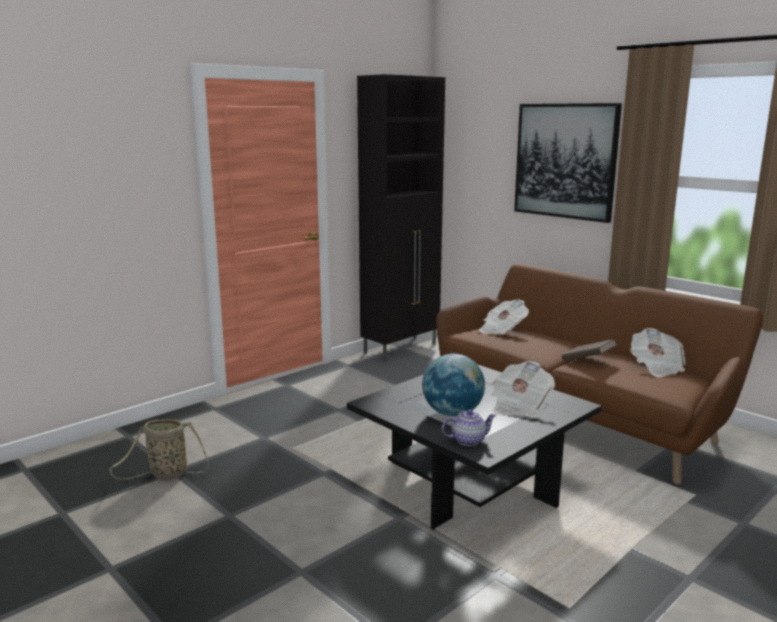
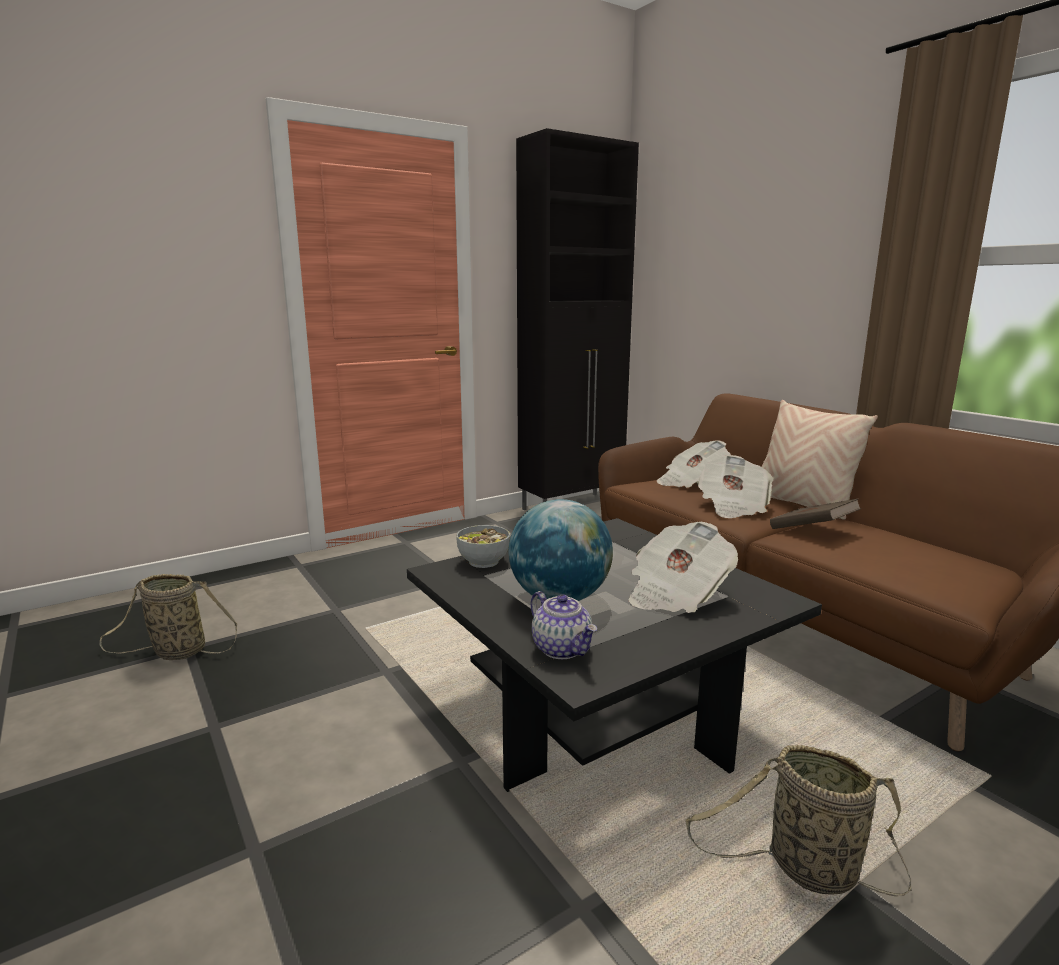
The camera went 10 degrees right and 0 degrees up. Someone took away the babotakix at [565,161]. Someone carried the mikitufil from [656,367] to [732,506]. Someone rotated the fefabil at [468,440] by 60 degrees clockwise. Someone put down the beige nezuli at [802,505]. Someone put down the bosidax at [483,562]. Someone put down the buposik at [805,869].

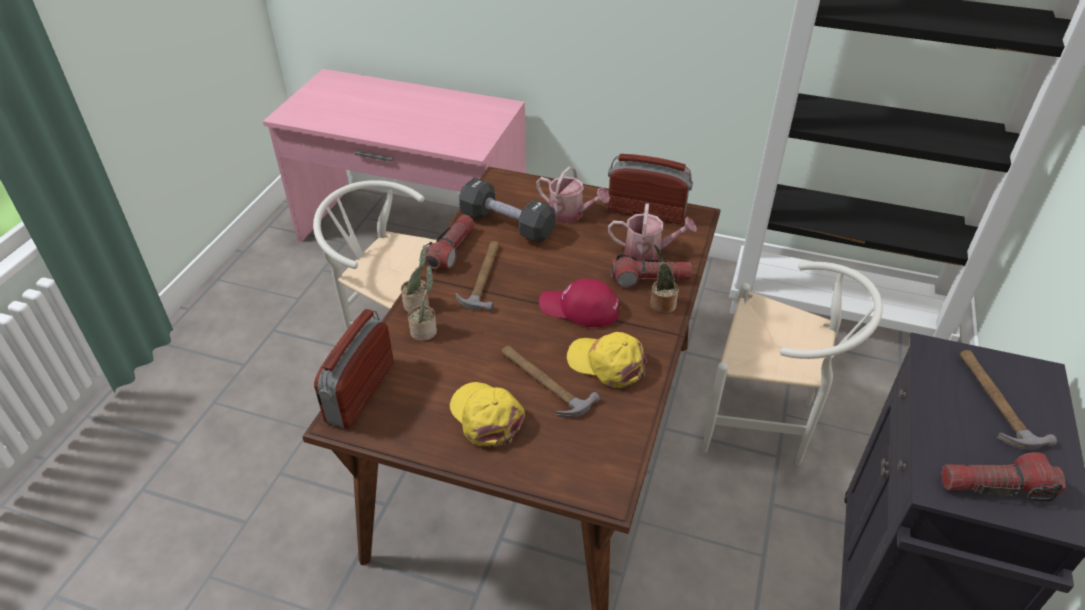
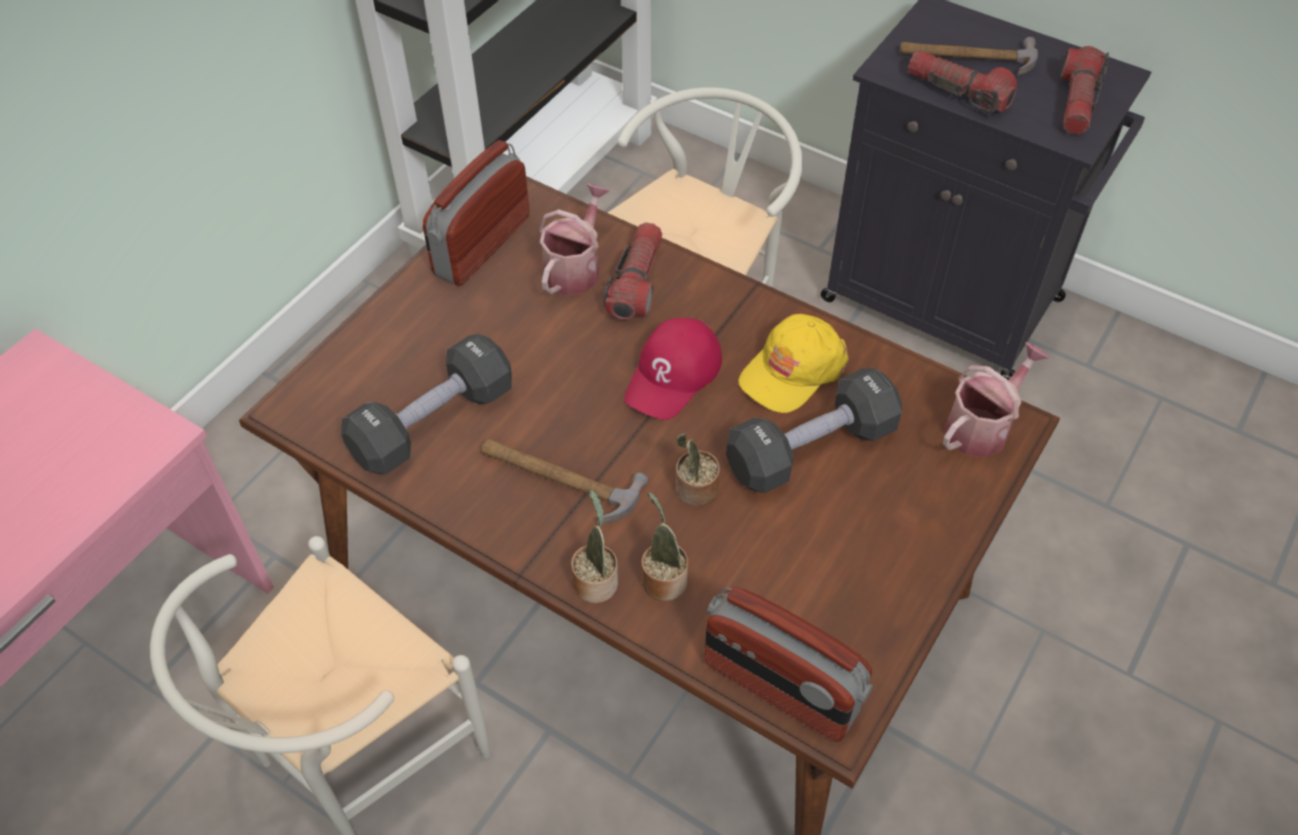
The camera went 75 degrees left and 10 degrees up. Someone carried the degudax from [570,214] to [982,426]. Someone carried the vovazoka from [451,250] to [958,92]. Someone carried the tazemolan from [661,304] to [694,491]. Someone swapped the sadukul at [543,382] for the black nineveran at [811,449]. Someone took away the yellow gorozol at [486,416].

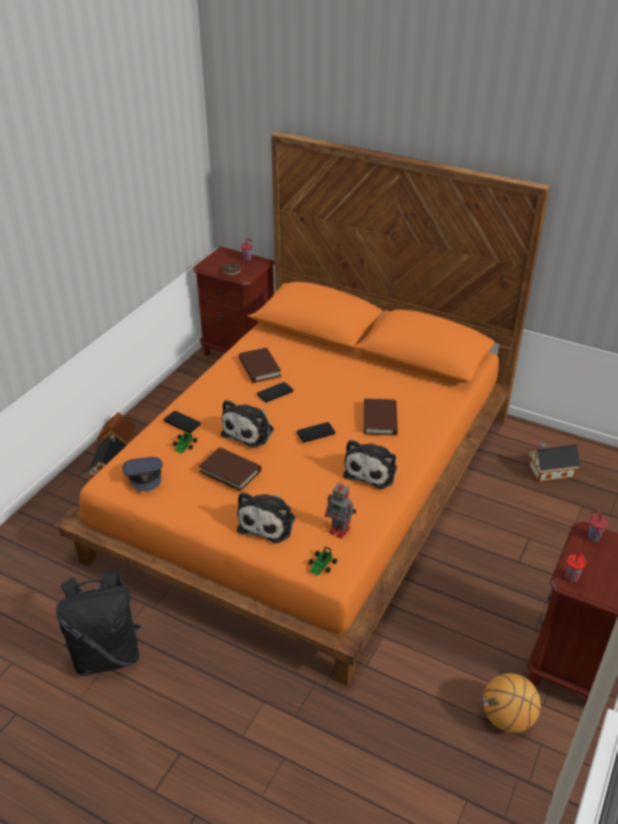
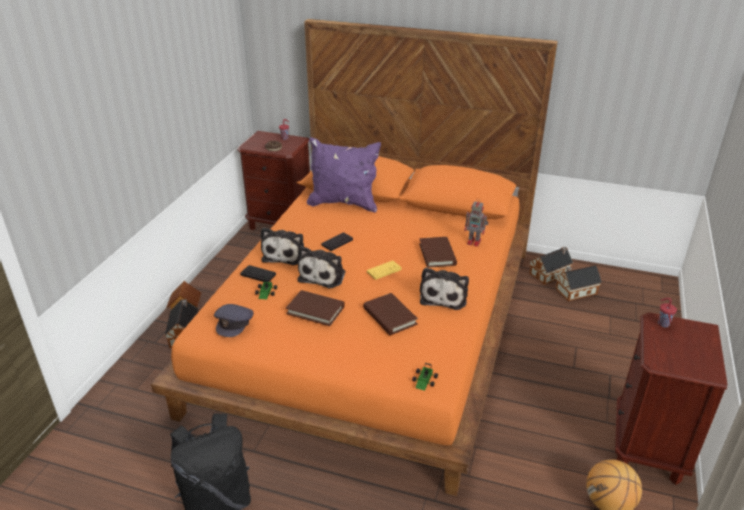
The camera went 10 degrees left and 5 degrees down. Someone carried the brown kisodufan from [259,367] to [390,316]. Someone repainted the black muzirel at [315,433], which became the yellow muzirel at [384,270]. Someone rotated the grey gorozol at [144,475] by 45 degrees clockwise. Someone carried the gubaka from [340,530] to [474,242]. Someone carried the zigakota from [268,522] to [285,254]. Someone took away the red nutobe at [572,578]. Someone put down the purple nezuli at [343,203]. Someone put down the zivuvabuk at [550,274].

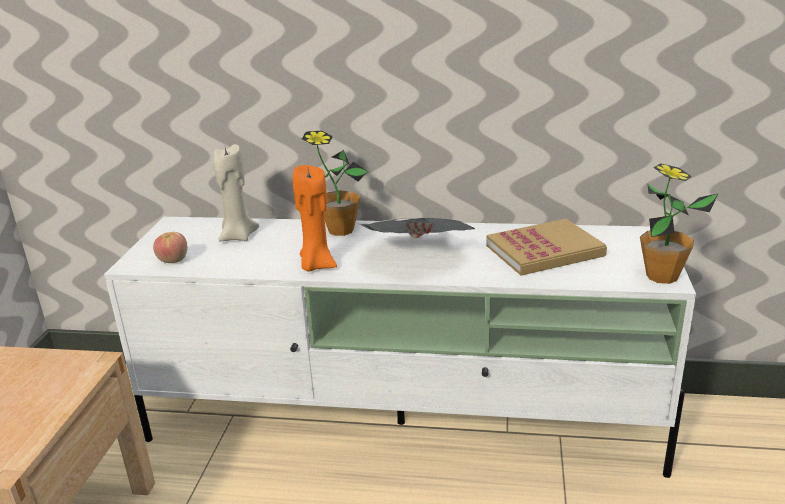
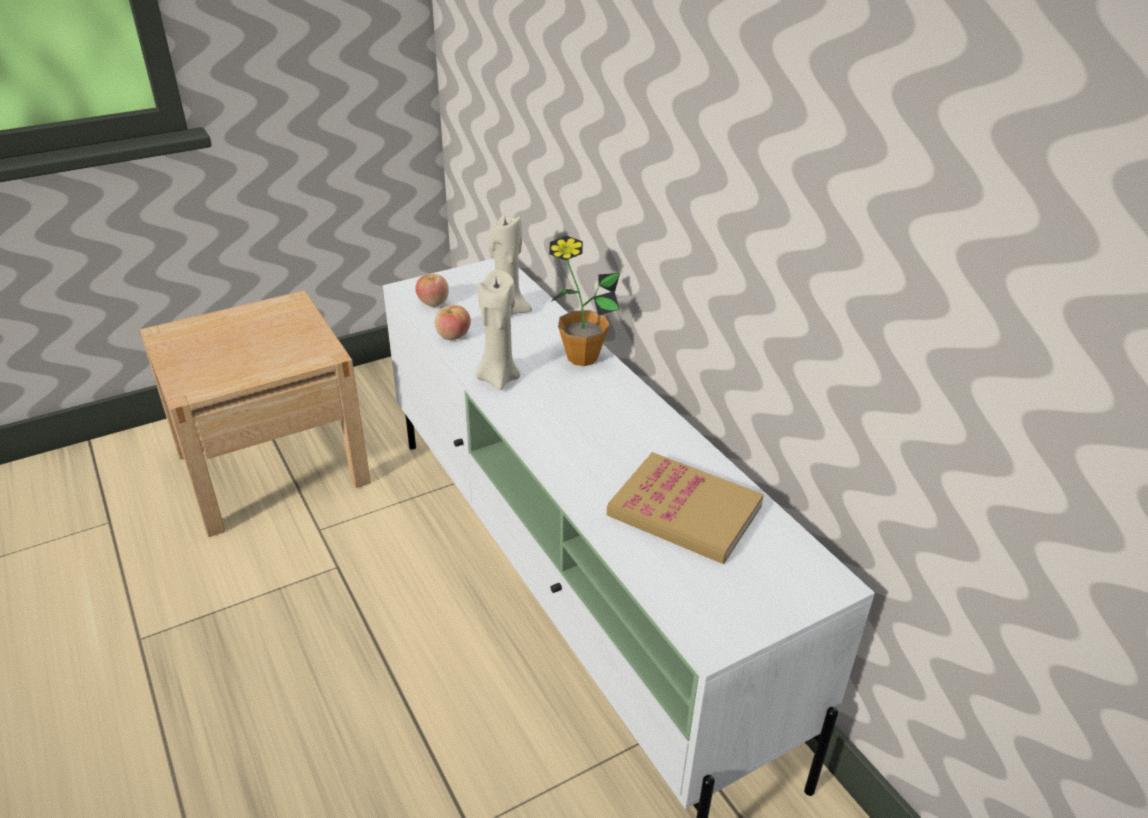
The camera went 50 degrees right and 10 degrees up. Someone took away the tazemolan at [661,276]. Someone repainted the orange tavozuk at [316,265], which became the beige tavozuk at [498,378]. Someone took away the mikitufil at [418,255]. Someone put down the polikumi at [453,336].

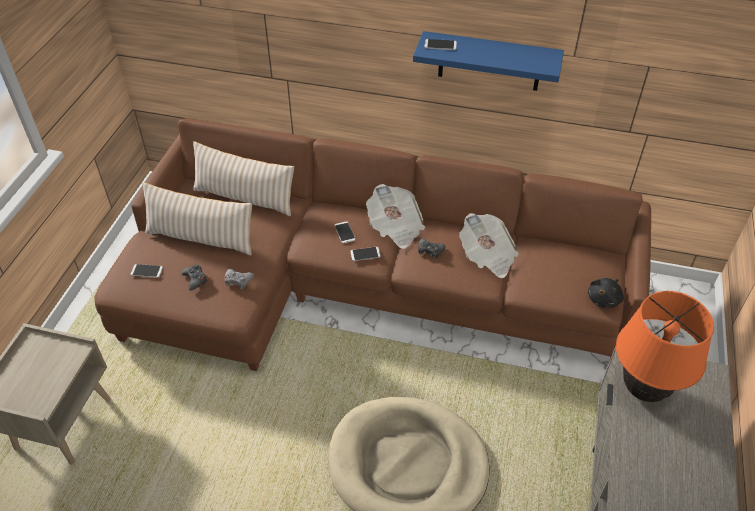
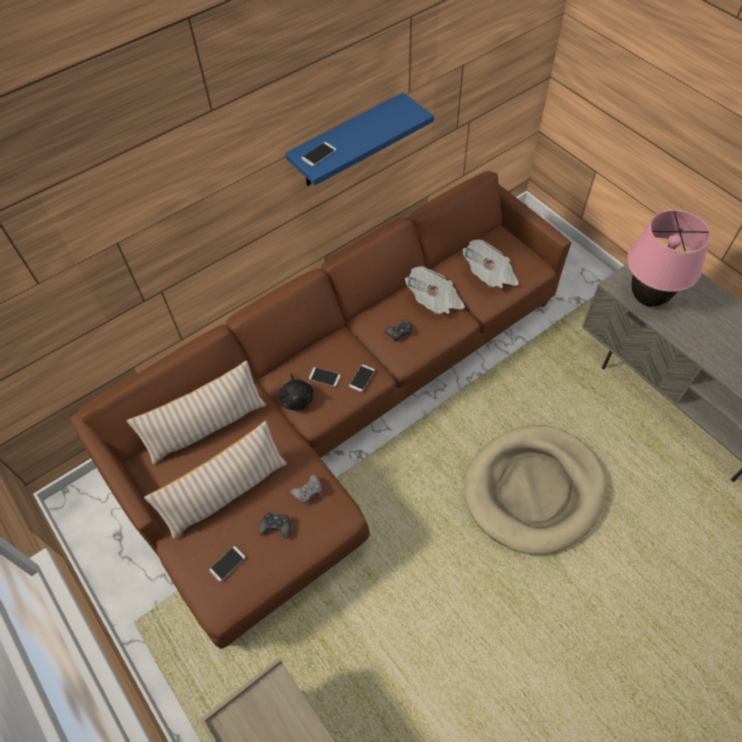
The camera went 50 degrees left and 10 degrees up. Someone carried the mikitufil from [395,227] to [489,275]. Someone carried the black zigakota from [604,299] to [297,398]. Someone repainted the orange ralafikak at [644,390], which became the pink ralafikak at [647,298].

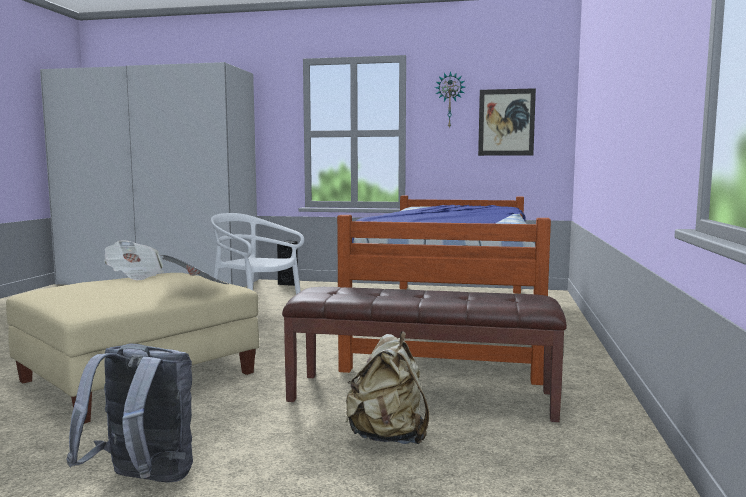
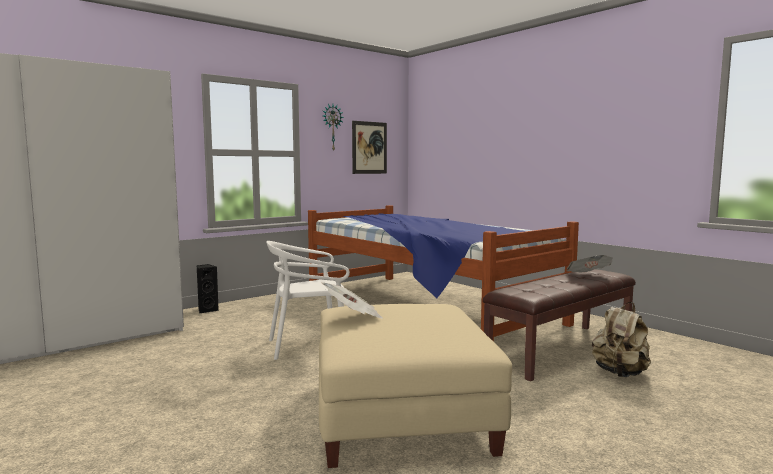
The camera went 50 degrees left and 0 degrees up. Someone carried the mikitufil from [196,287] to [588,276]. Someone took away the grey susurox at [142,482].

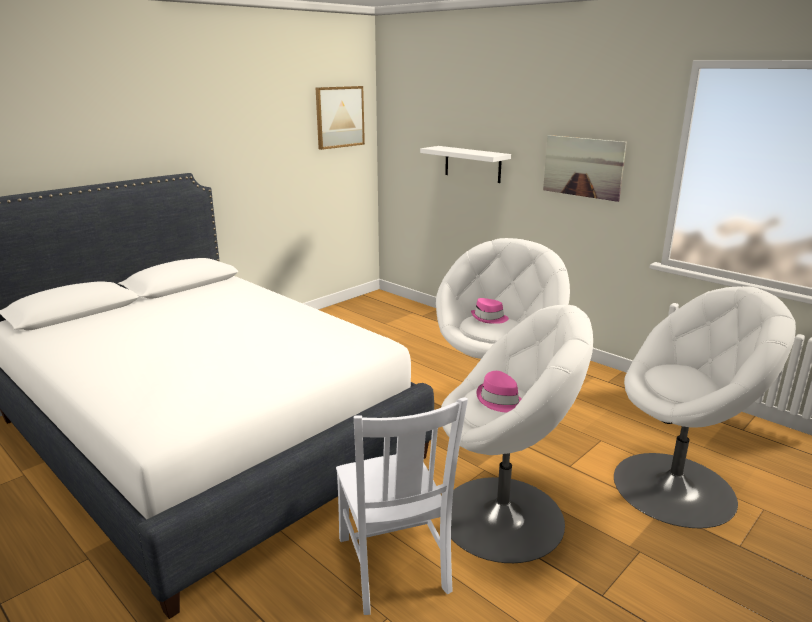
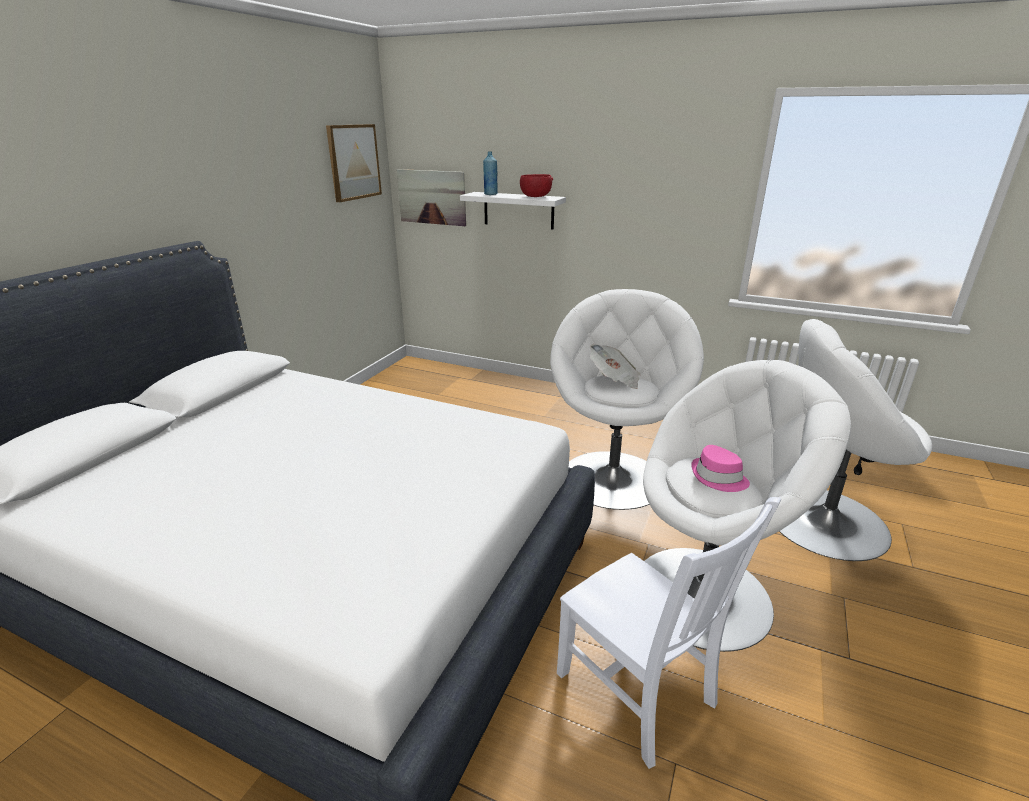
The camera went 20 degrees left and 5 degrees up. Someone carried the babotakix from [583,167] to [432,197]. Someone rotated the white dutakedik at [676,488] by 150 degrees counterclockwise. Someone swapped the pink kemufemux at [489,318] for the mikitufil at [614,379]. Someone put down the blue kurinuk at [490,194]. Someone put down the red bosidax at [535,197].

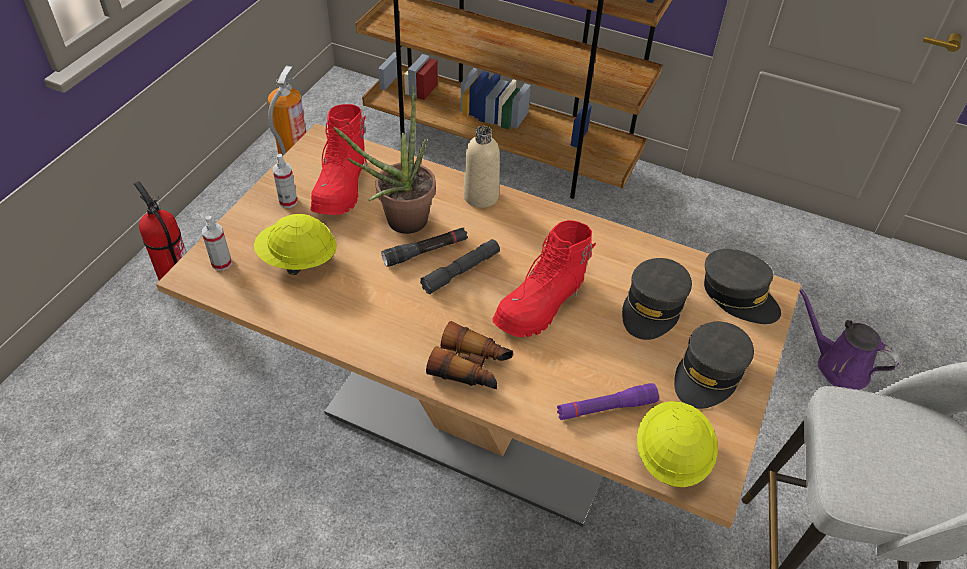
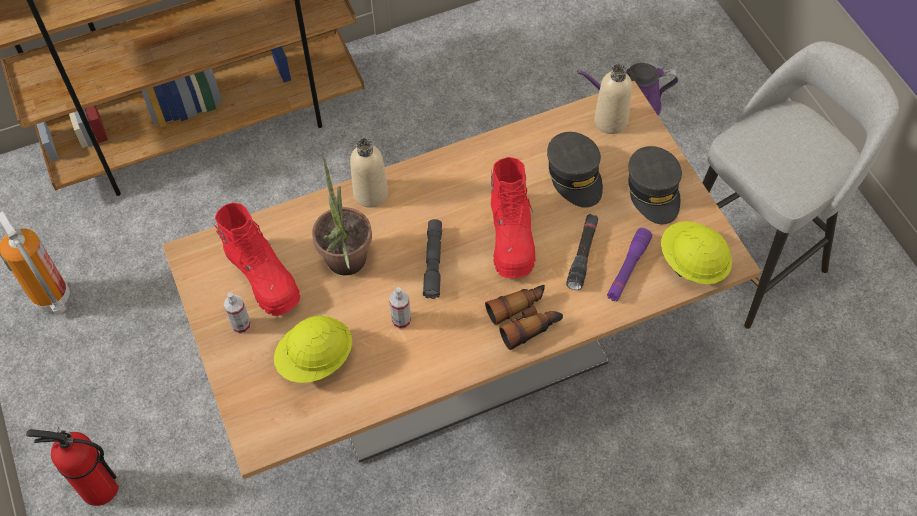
The camera went 45 degrees left and 10 degrees up. Someone carried the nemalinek from [221,263] to [401,320]. Someone carried the black vovazoka from [425,251] to [582,255]. Someone swapped the grey gorozol at [738,295] for the beige kurinuk at [610,121].

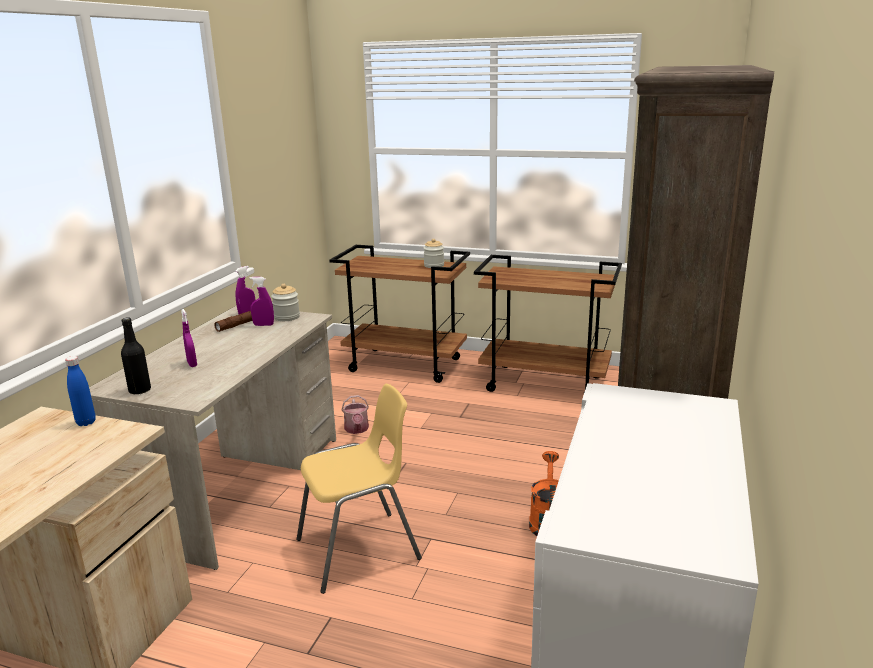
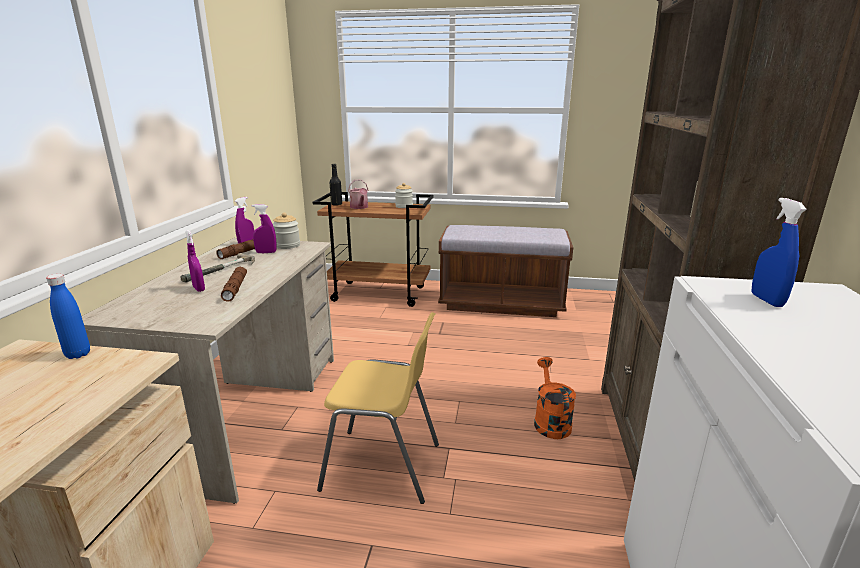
The camera went 10 degrees left and 0 degrees up. Someone swapped the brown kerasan at [545,384] for the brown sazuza at [501,303]. Someone carried the black kurinuk from [140,390] to [336,204]. Someone rotated the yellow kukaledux at [360,550] by 45 degrees clockwise. Someone carried the degudax from [357,429] to [359,207]. Someone put down the blue nemalinek at [766,300]. Someone put down the sadukul at [222,271]. Someone put down the brown vovazoka at [235,288].

